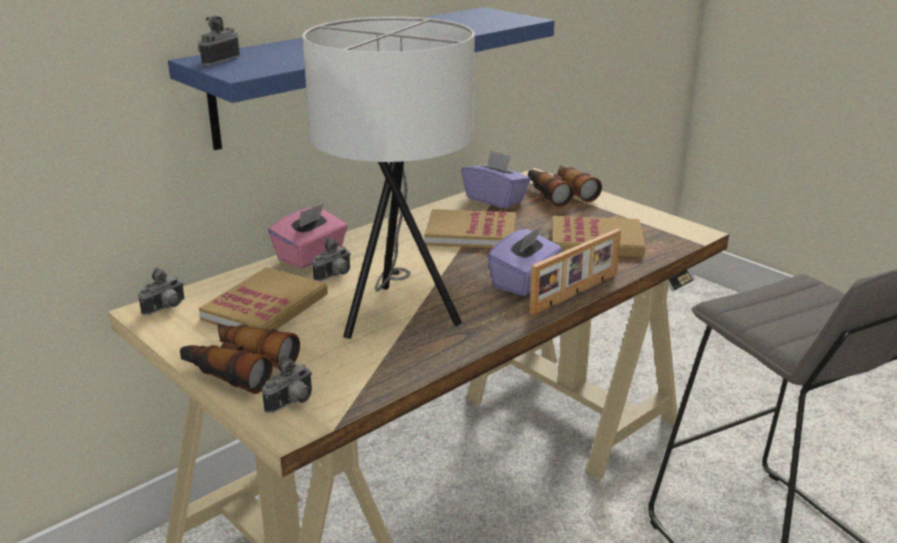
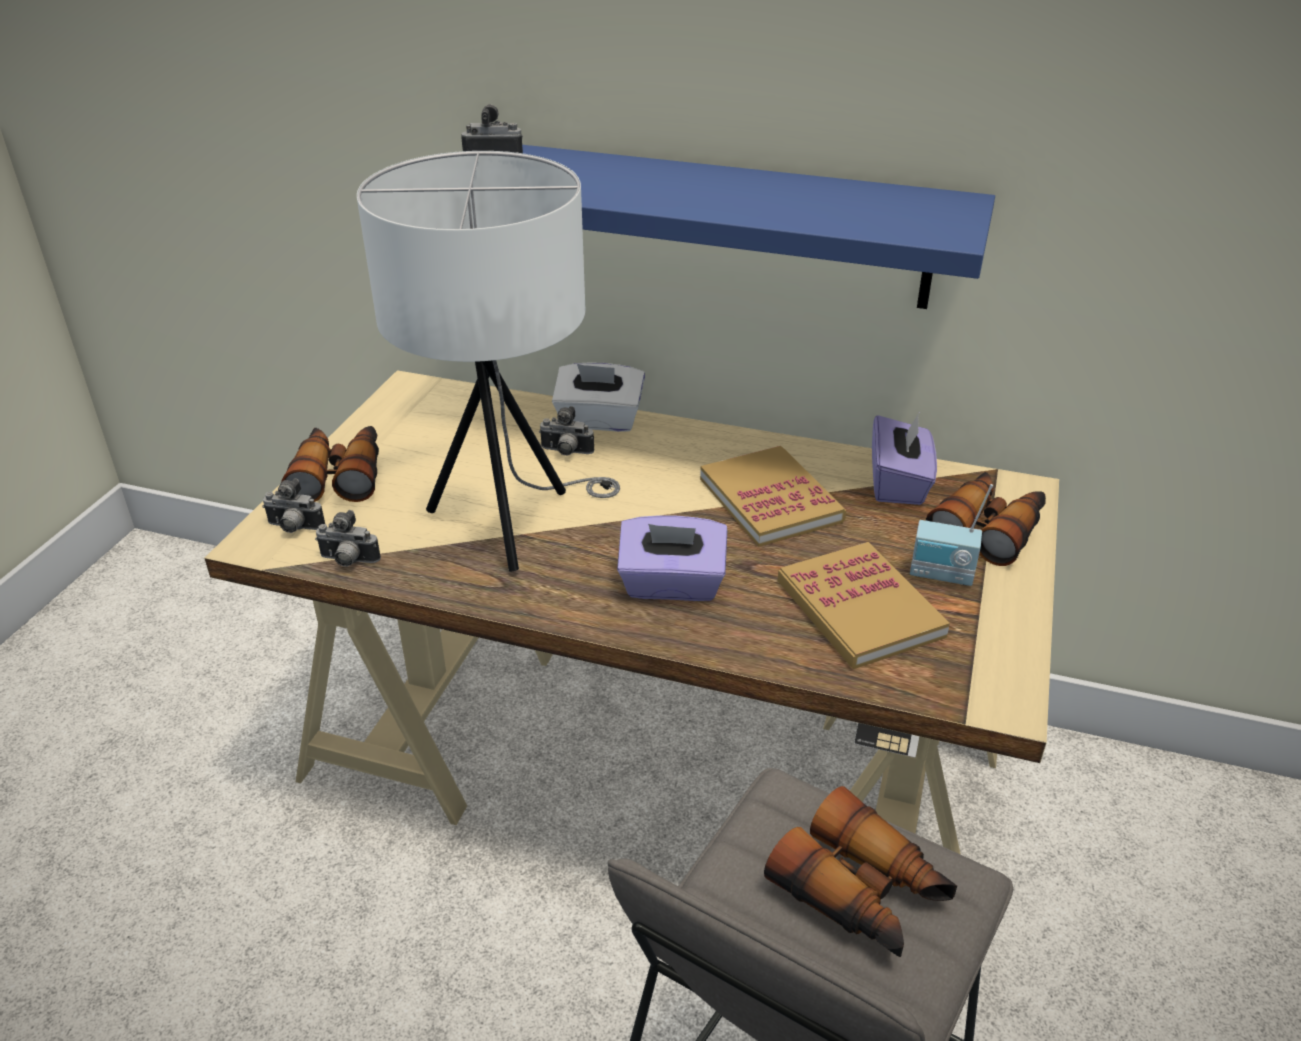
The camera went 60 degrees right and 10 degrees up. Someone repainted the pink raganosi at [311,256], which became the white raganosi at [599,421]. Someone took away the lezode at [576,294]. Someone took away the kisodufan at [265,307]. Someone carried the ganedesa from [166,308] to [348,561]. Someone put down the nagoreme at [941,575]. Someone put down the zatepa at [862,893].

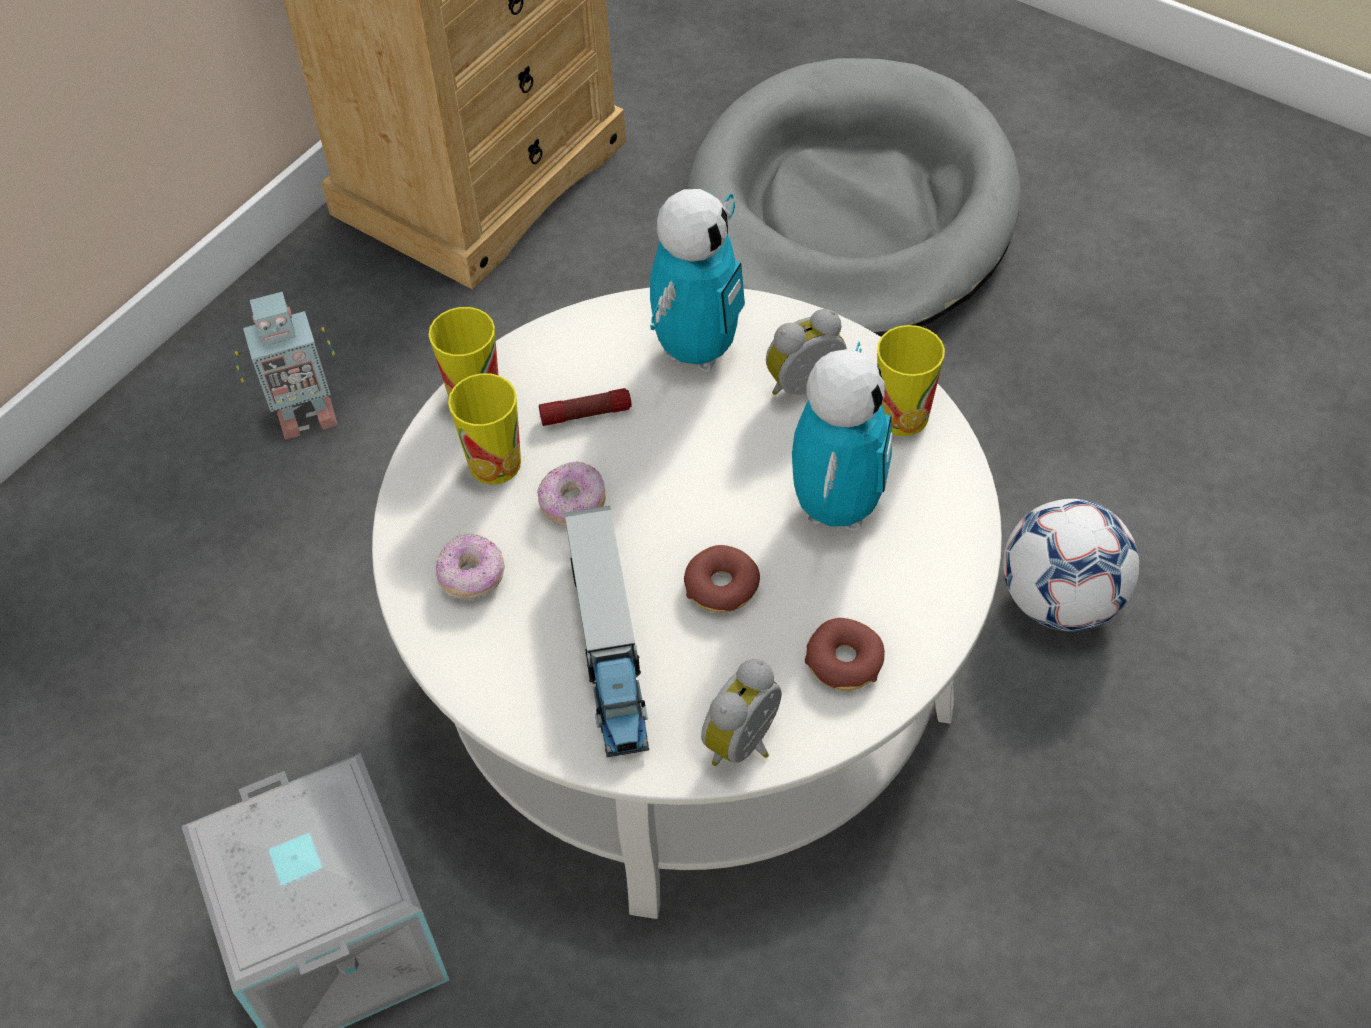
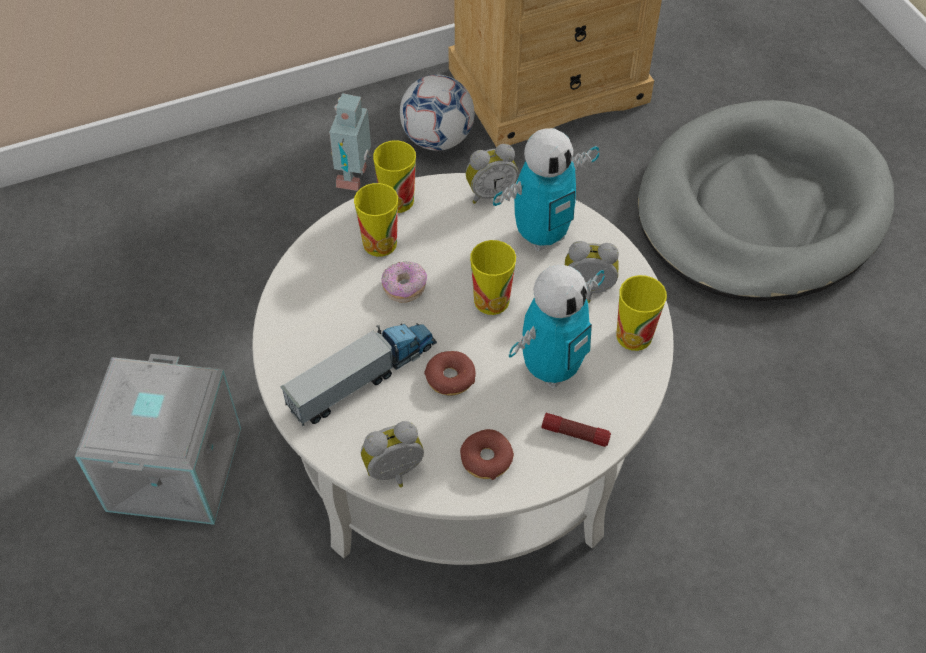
The camera went 30 degrees right and 0 degrees up. Someone rotated the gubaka at [304,416] by 90 degrees clockwise. Someone carried the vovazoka from [586,414] to [575,434]. Someone carried the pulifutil from [1060,600] to [437,139]. Someone rotated the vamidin at [609,647] by 150 degrees counterclockwise. Someone took away the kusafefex at [472,576]. Someone put down the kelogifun at [490,192]. Someone put down the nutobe at [491,300].

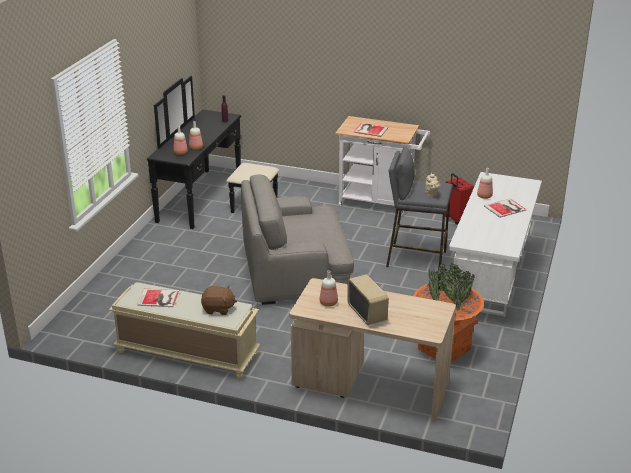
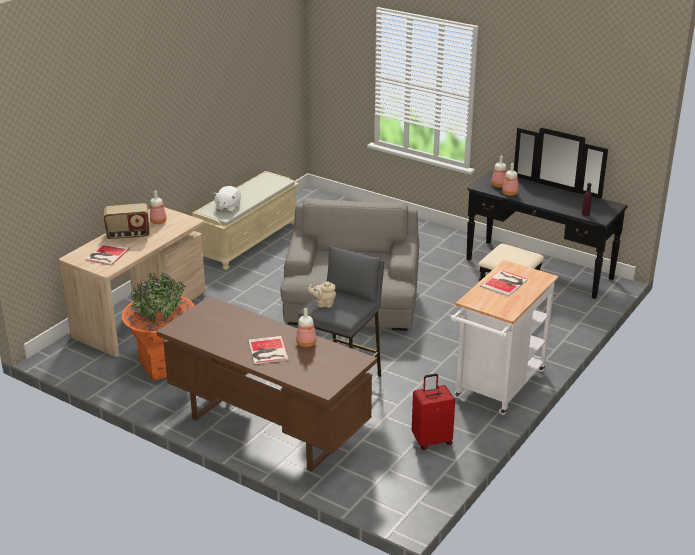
The camera went 105 degrees right and 0 degrees up. Someone repainted the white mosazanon at [491,281], which became the brown mosazanon at [267,428]. Someone repainted the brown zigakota at [218,309], which became the white zigakota at [228,207]. Someone carried the kisodufan from [159,298] to [106,255].

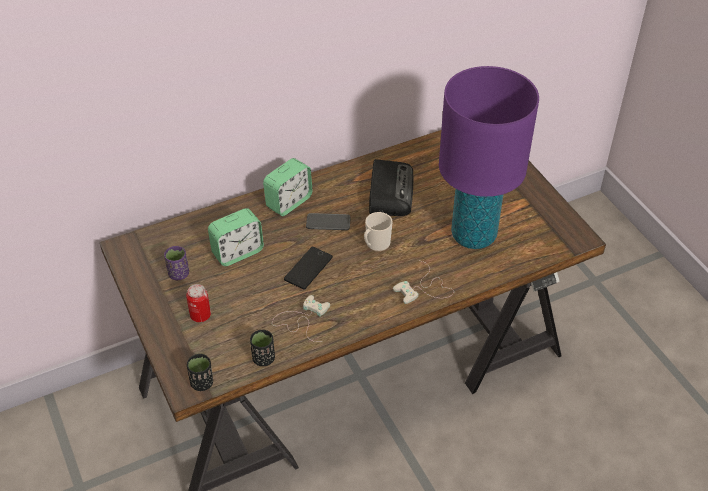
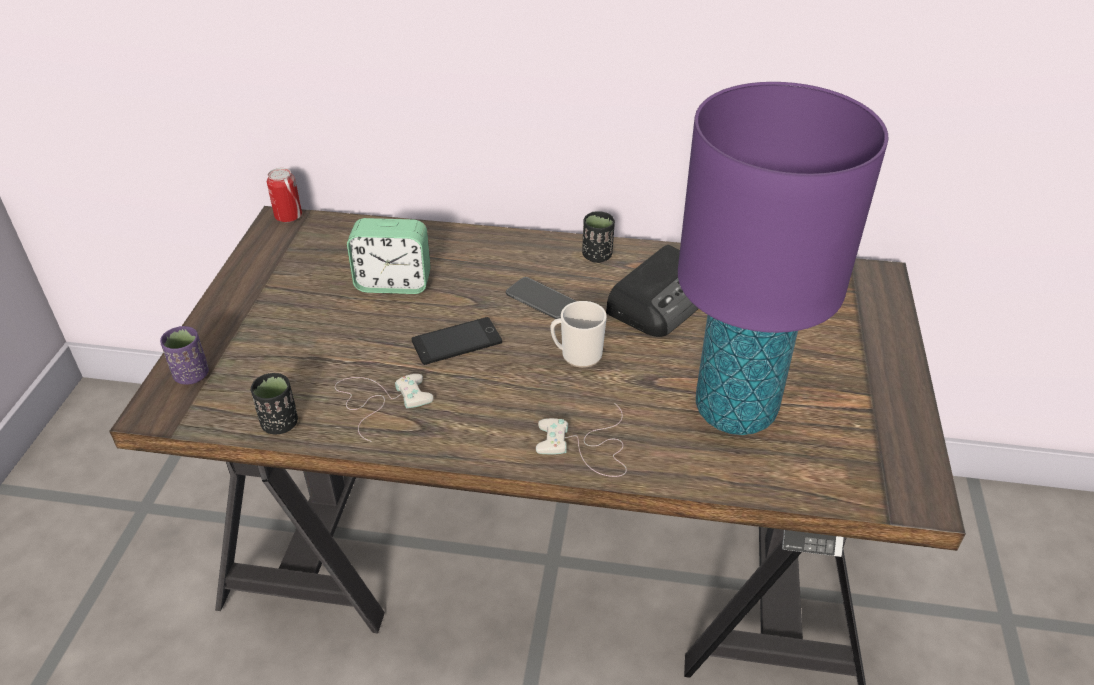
The camera went 35 degrees right and 5 degrees down. Someone took away the kelogifun at [289,202]. Someone carried the purple nutobe from [179,274] to [192,375]. Someone carried the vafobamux from [200,315] to [288,216]. Someone carried the black nutobe from [202,383] to [597,256].

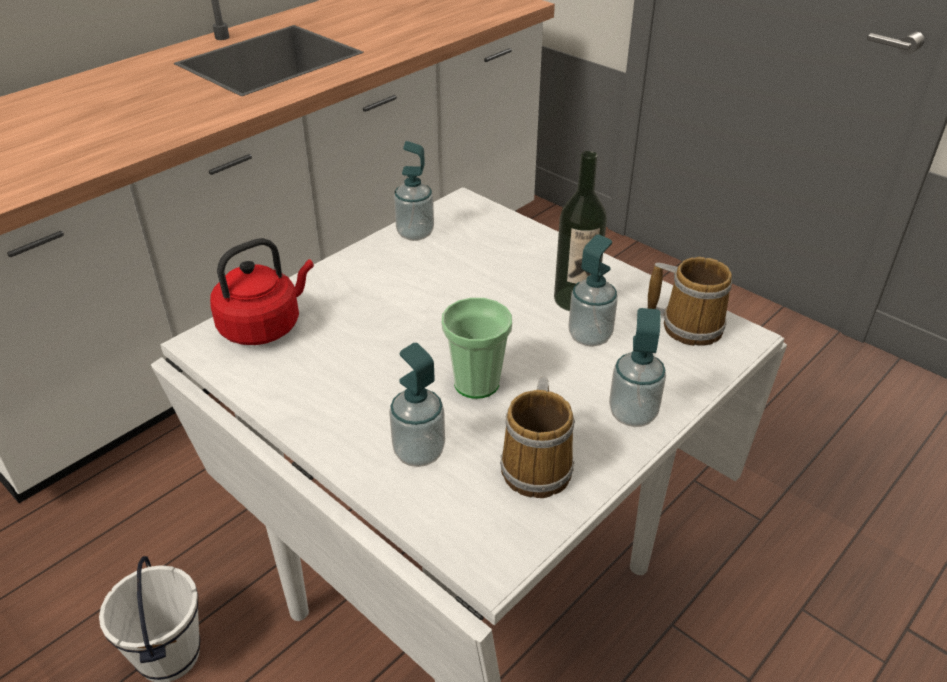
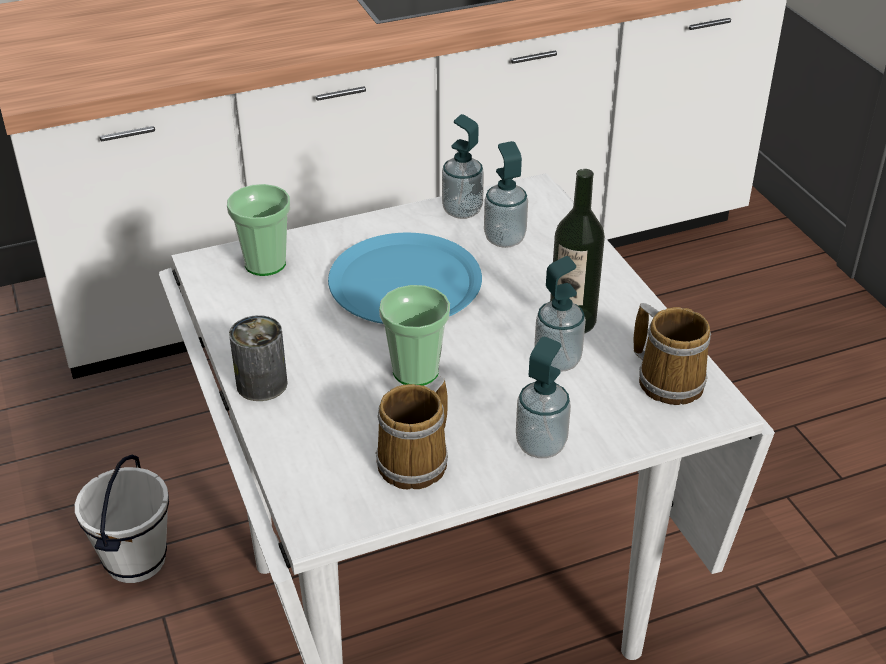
The camera went 25 degrees right and 0 degrees up. Someone swapped the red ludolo at [264,326] for the nutobe at [265,263]. Someone carried the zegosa from [419,452] to [504,239]. Someone put down the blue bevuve at [405,282]. Someone put down the vafobamux at [262,384].

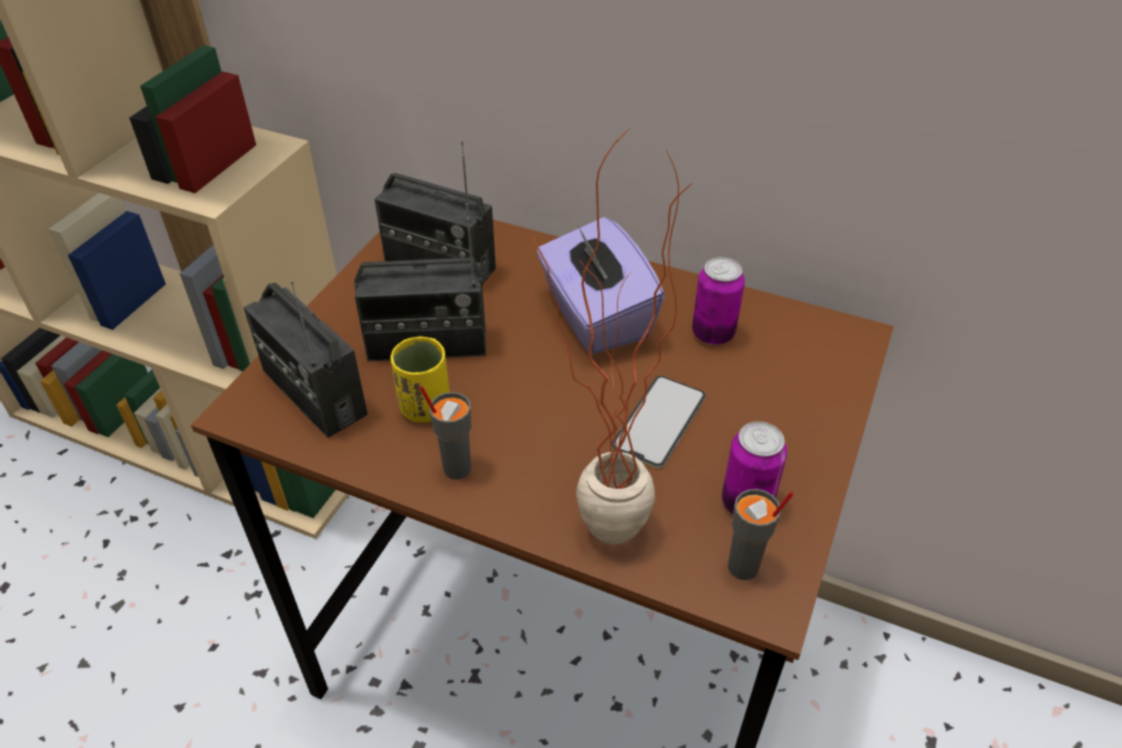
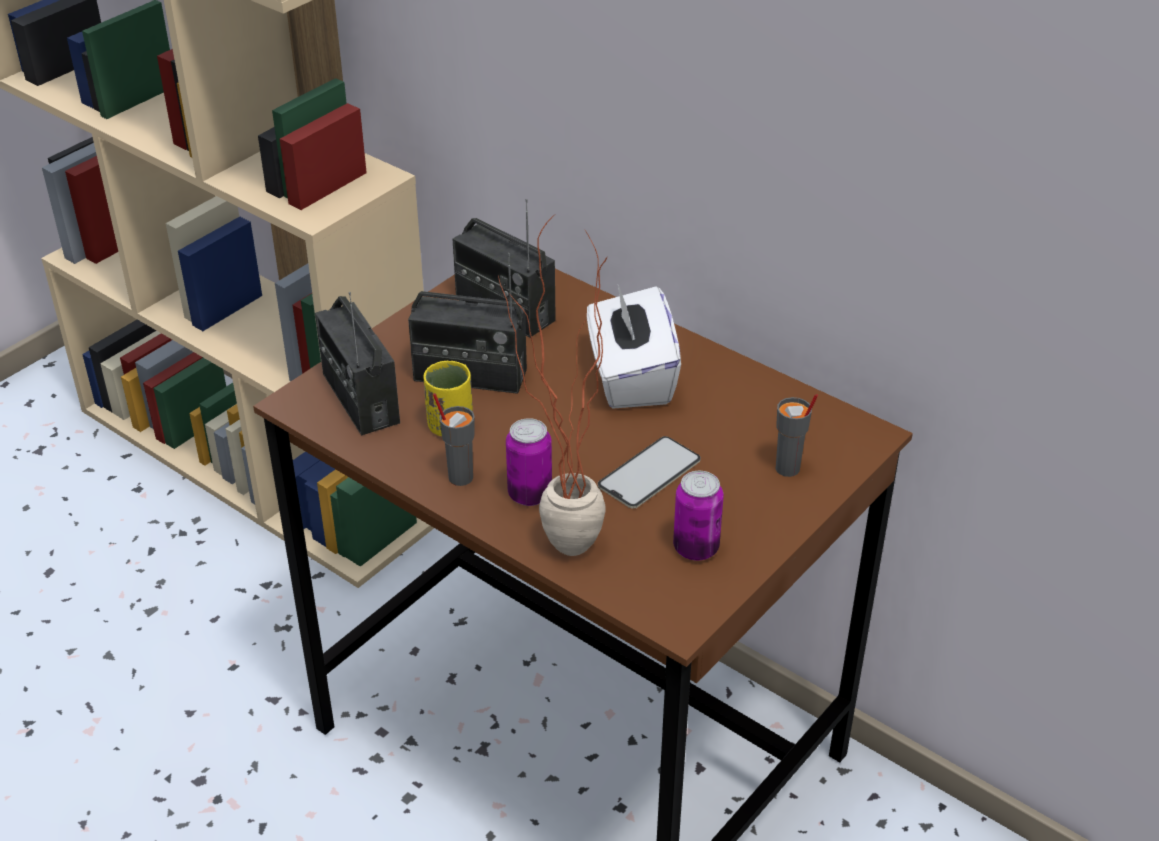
The camera went 15 degrees right and 5 degrees down. Someone repainted the purple raganosi at [595,316], which became the white raganosi at [630,377]. Someone carried the vafobamux from [713,334] to [530,494]. Someone carried the grey nutobe from [744,568] to [788,469].

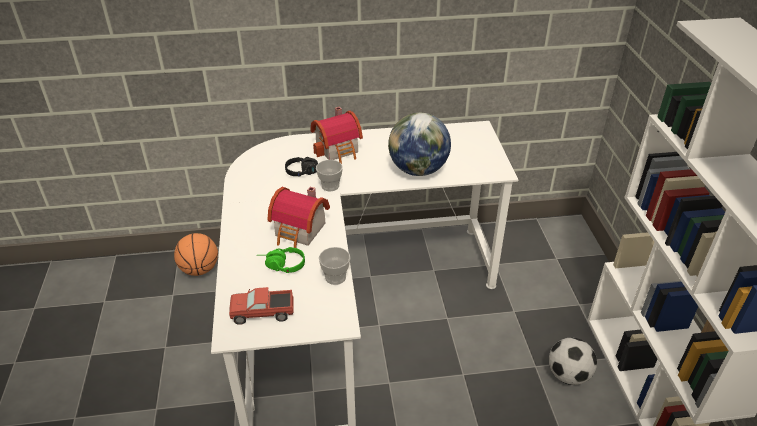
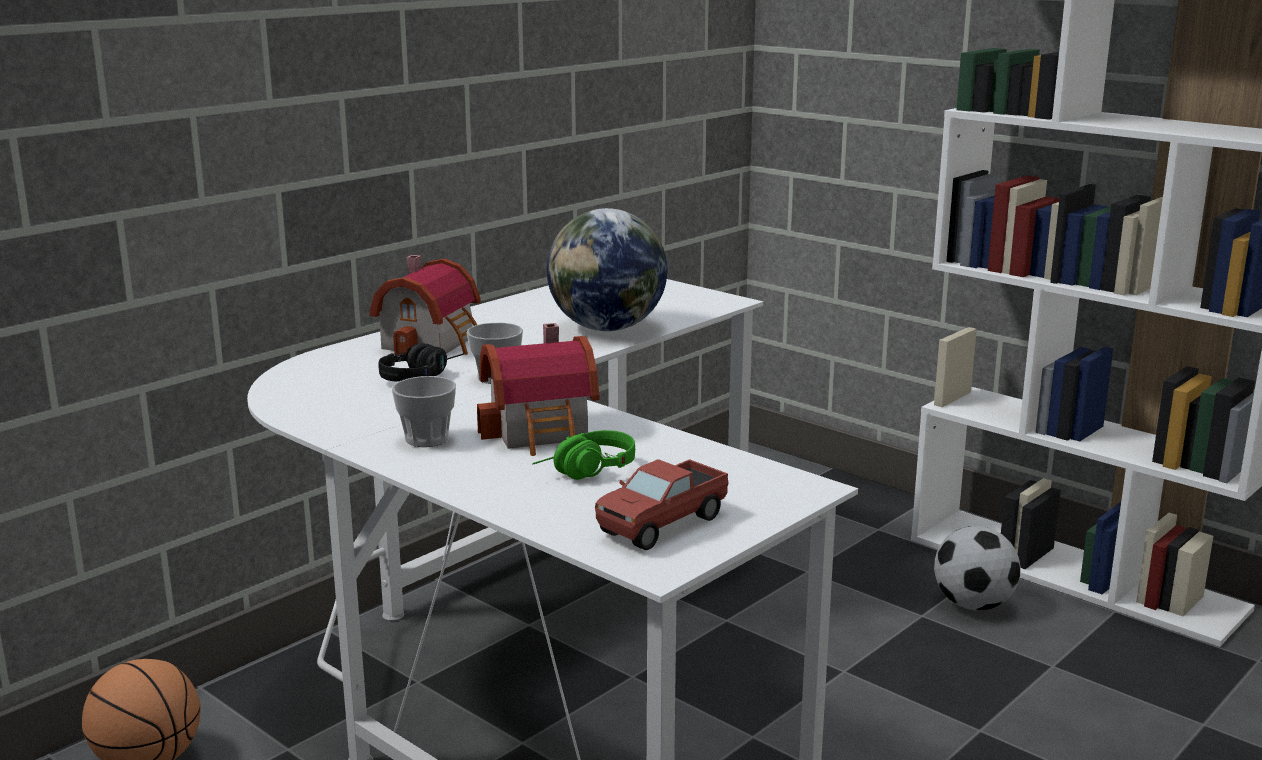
The camera went 40 degrees left and 20 degrees down. Someone carried the nutobe from [335,277] to [427,439].

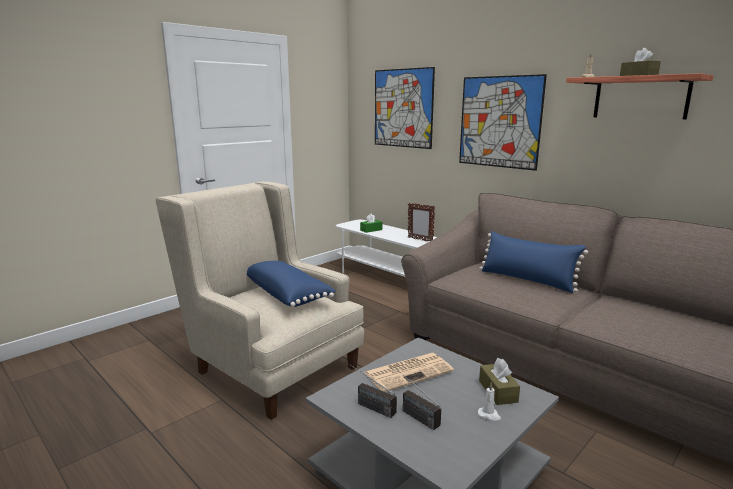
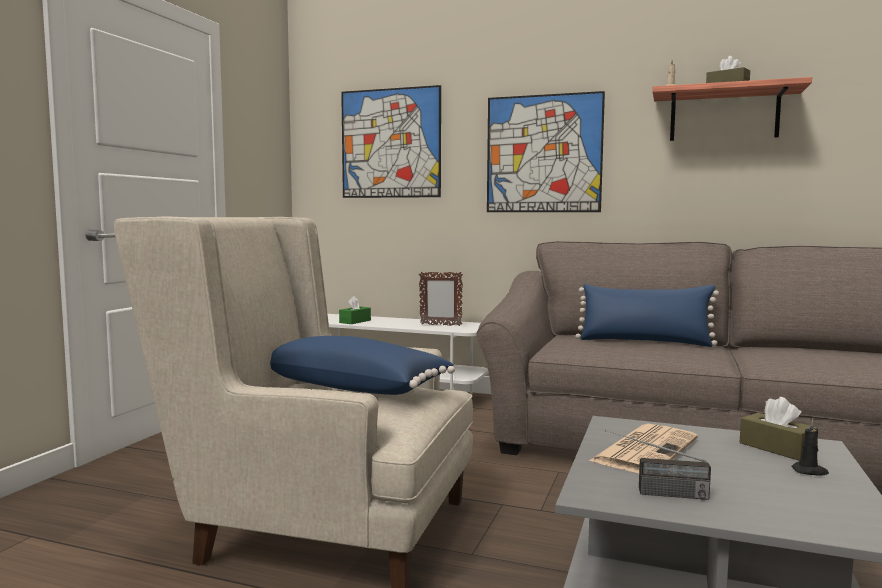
The camera went 25 degrees left and 10 degrees down. Someone took away the nagoreme at [411,413]. Someone repainted the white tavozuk at [489,415], which became the black tavozuk at [810,471].

